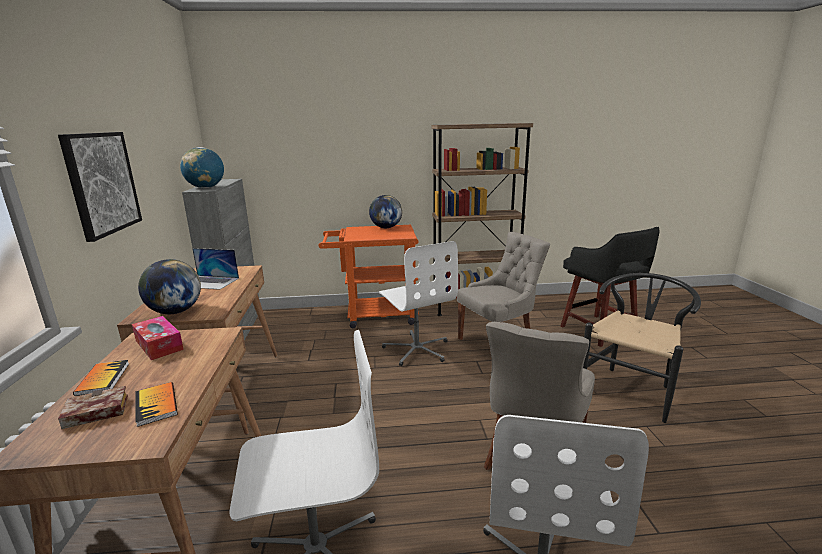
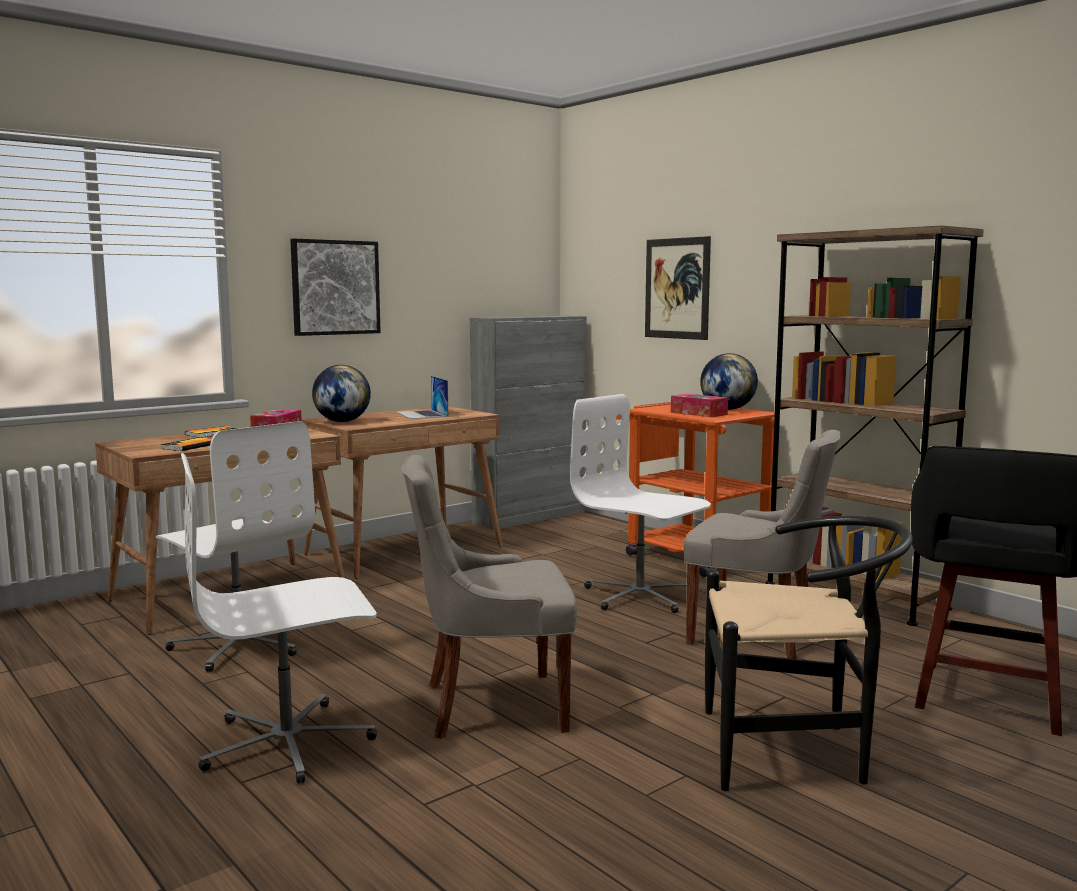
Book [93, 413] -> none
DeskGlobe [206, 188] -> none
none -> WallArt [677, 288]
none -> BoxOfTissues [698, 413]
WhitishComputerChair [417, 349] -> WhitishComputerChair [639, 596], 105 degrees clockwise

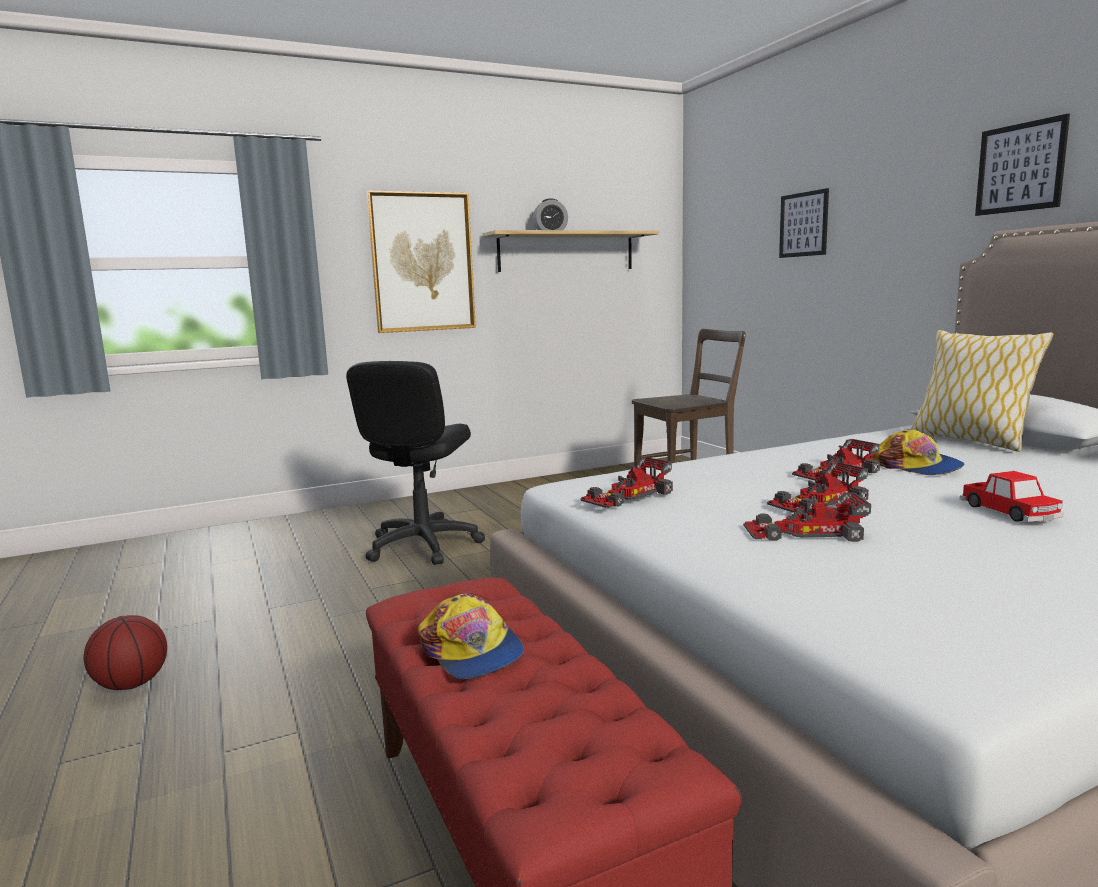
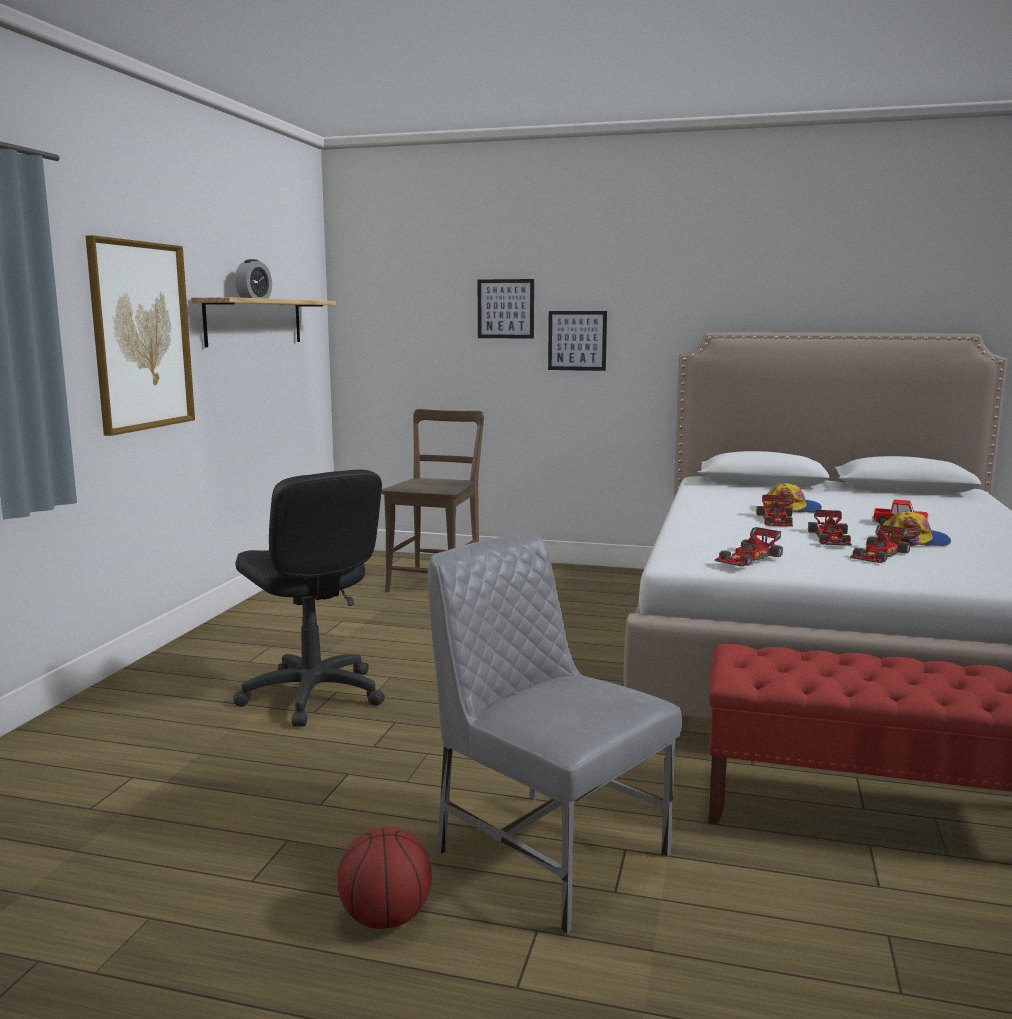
Pillow [970, 441] -> none
none -> GreyChair [547, 852]
PeakedCap [471, 651] -> PeakedCap [914, 540], shifted
WallArt [1020, 167] -> WallArt [577, 340], shifted
ToyCar [627, 495] -> ToyCar [748, 557], 45 degrees clockwise

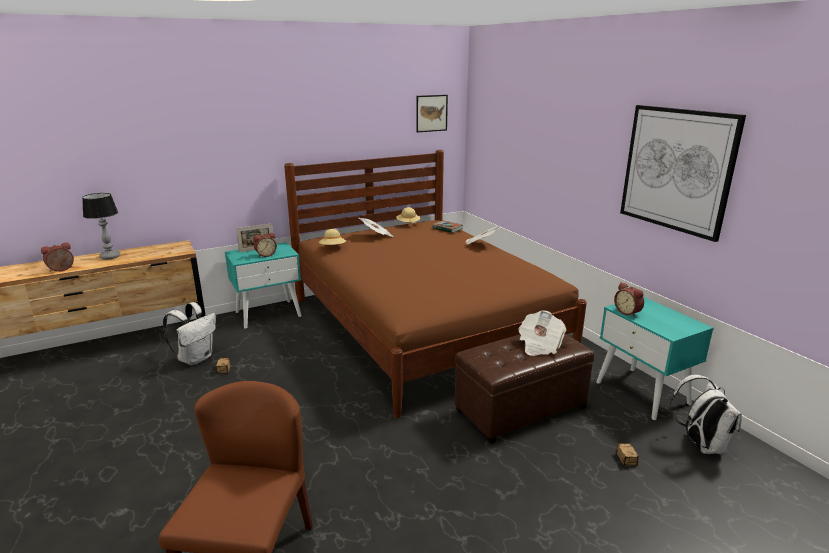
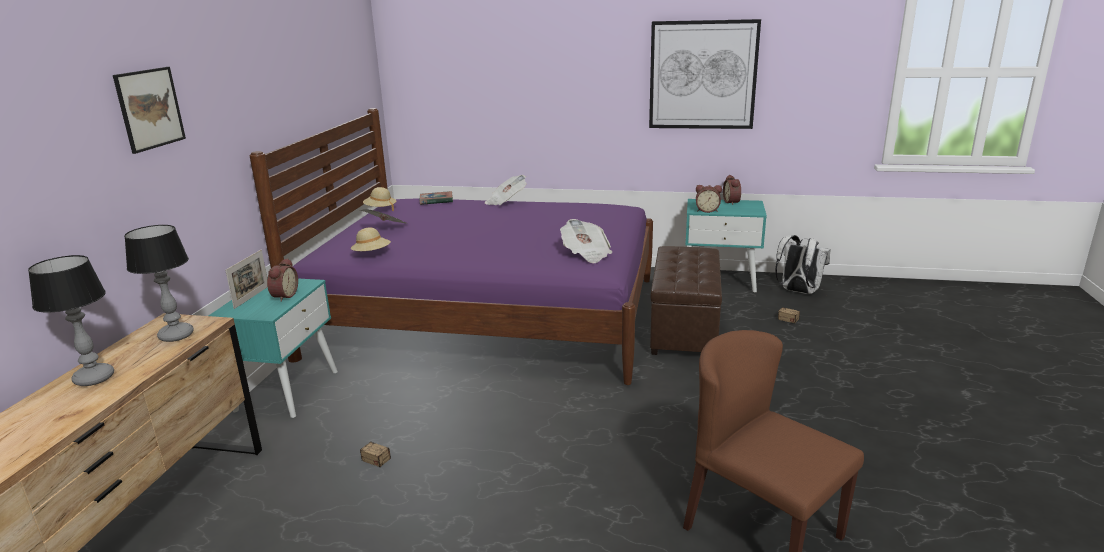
WhitishRucksack [196, 358] -> none
none -> TabletopLamp [175, 336]
AlarmClock [61, 270] -> AlarmClock [732, 202], shifted
WallArt [431, 113] -> WallArt [150, 109], shifted
PrintedPaper [539, 345] -> PrintedPaper [586, 254], shifted
BrownBedroomBed [422, 327] -> PurpleBedroomBed [488, 317]

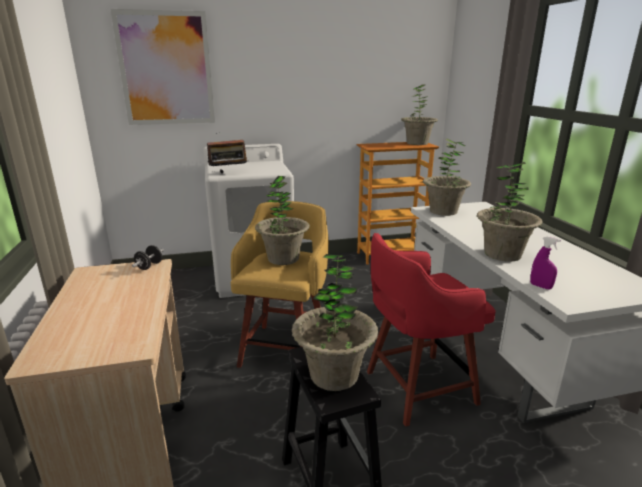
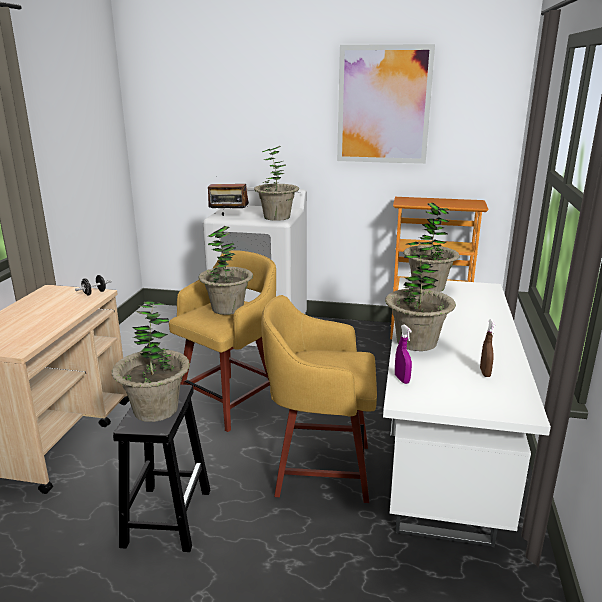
none -> BrownSprayer [485, 373]
WallArt [166, 69] -> WallArt [383, 105], shifted
PlantInAPot [417, 143] -> PlantInAPot [277, 217], shifted
RedStoolSeat [416, 388] -> YellowColouredStoolSeat [319, 469]

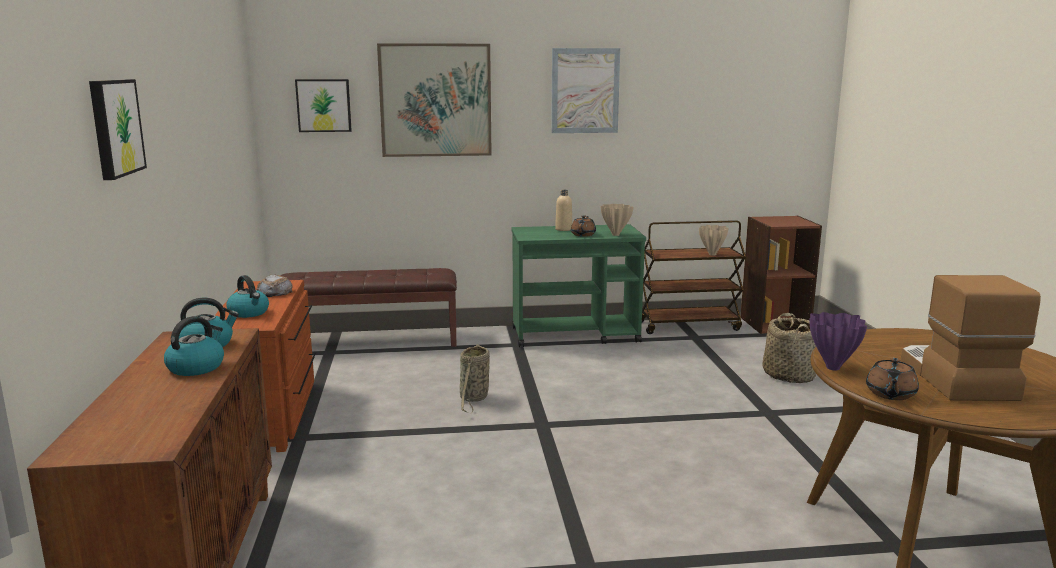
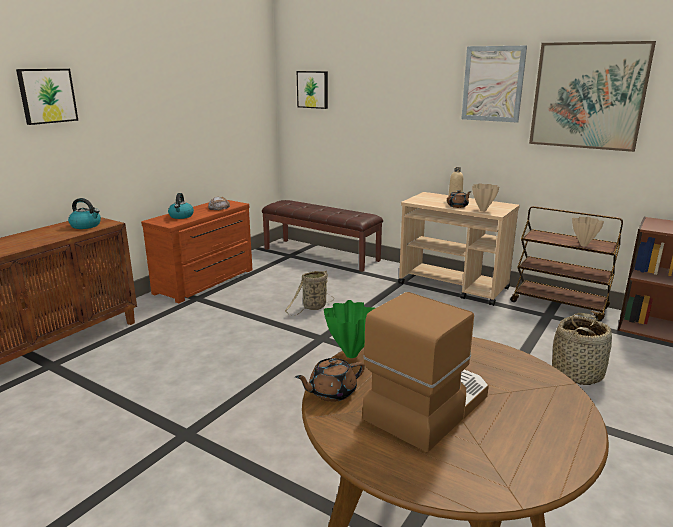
WaterKettle [196, 367] -> none
WallArt [435, 100] -> WallArt [588, 96], shifted
GreenishCart [576, 335] -> BeigeColouredCart [454, 286]
PurpleDecorativeVase [832, 368] -> GreenishDecorativeVase [350, 355]

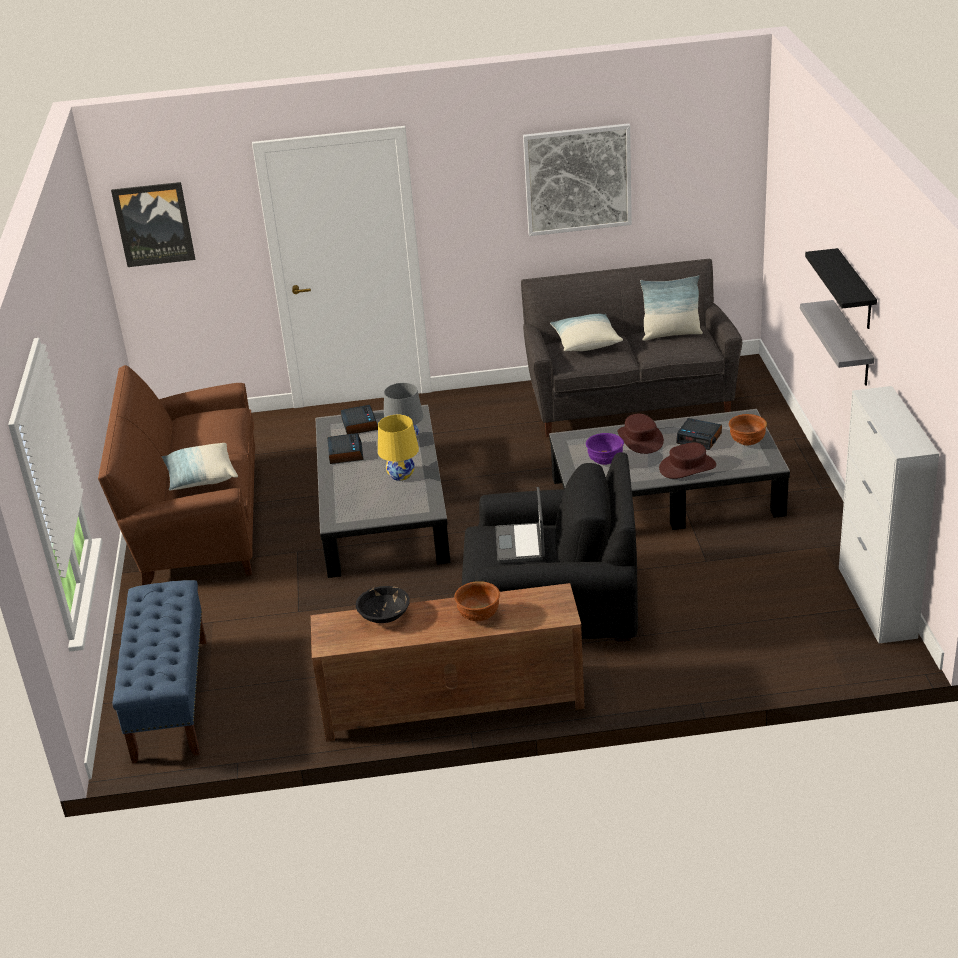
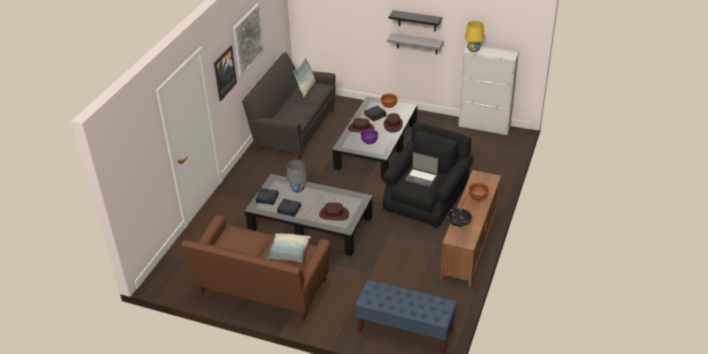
Pillow [585, 342] -> none
none -> BrownWearableHat [334, 214]
WallArt [154, 224] -> WallArt [224, 73], shifted
YellowColouredTabletopLamp [401, 474] -> YellowColouredTabletopLamp [473, 49], shifted

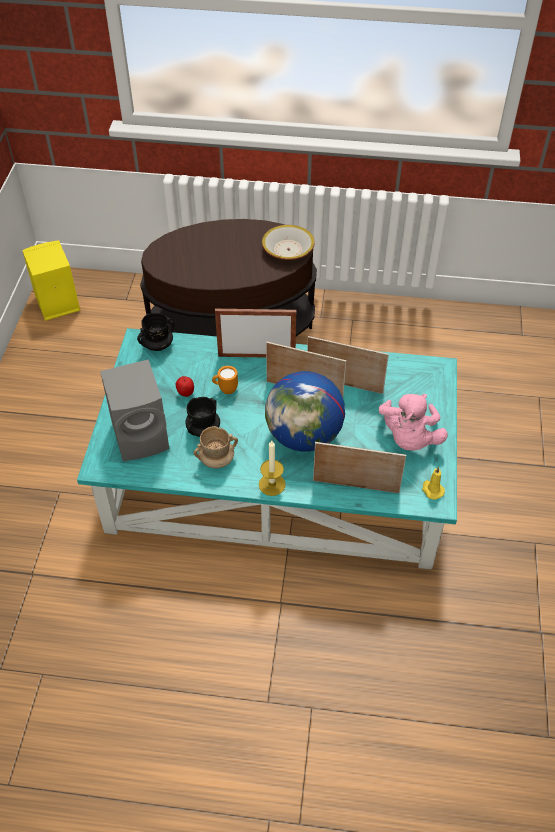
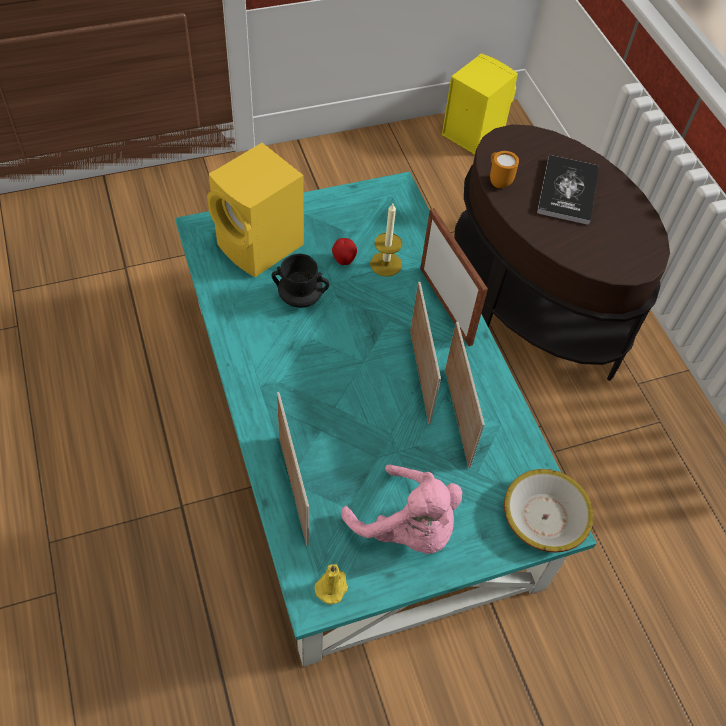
BlackishMug [158, 345] -> none
BeigeColouredMug [217, 460] -> none
DeskGlobe [304, 436] -> none
none -> Book [567, 191]
OrangeyMug [225, 389] -> OrangeyMug [498, 181], shifted
WaxLight [272, 484] -> WaxLight [386, 264], shifted
DeepDish [288, 250] -> DeepDish [544, 517], shifted
GreyLoudspeaker [142, 436] -> YellowColouredLoudspeaker [261, 247]
PinkishSoftToy [409, 438] -> PinkishSoftToy [407, 527], 120 degrees counterclockwise

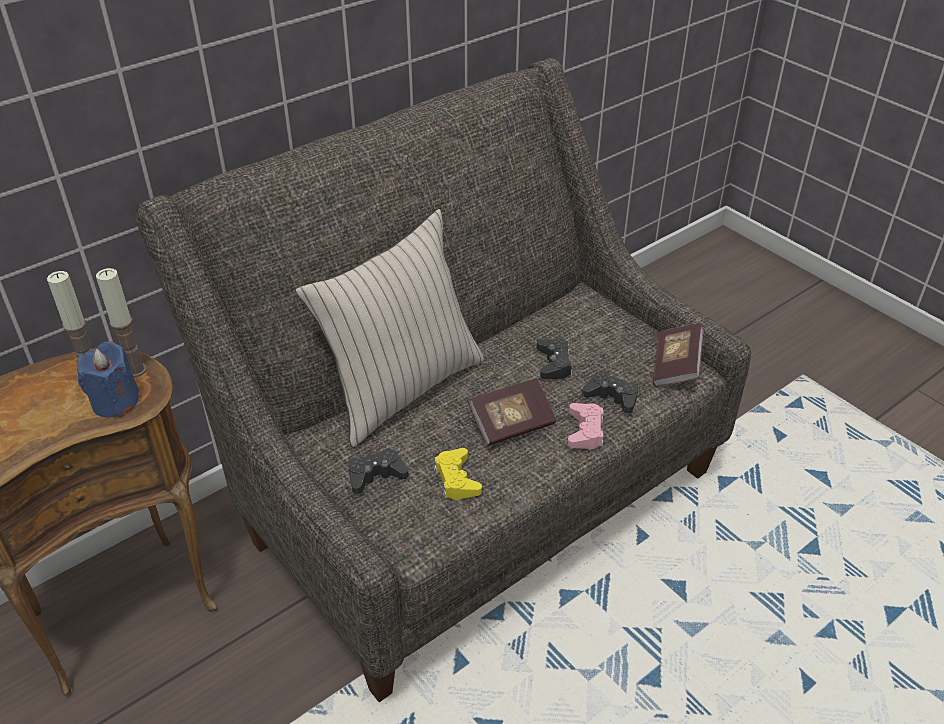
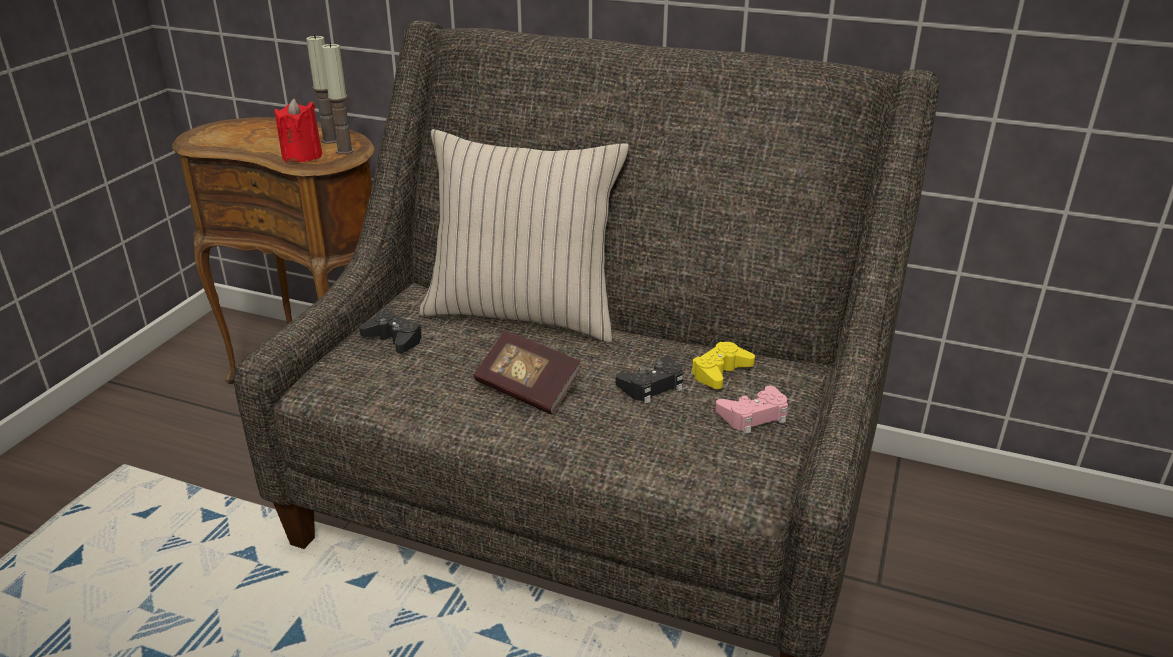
BlackishGamepad [611, 397] -> none
Book [675, 367] -> none
YellowColouredGamepad [456, 479] -> YellowColouredGamepad [720, 372], shifted
PinkishGamepad [585, 431] -> PinkishGamepad [754, 416], shifted
BlueColouredWaxLight [115, 402] -> RedWaxLight [302, 156]

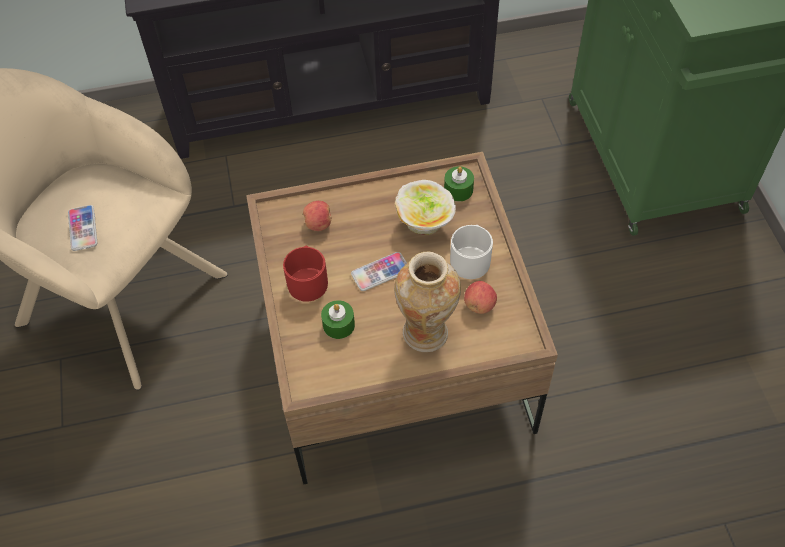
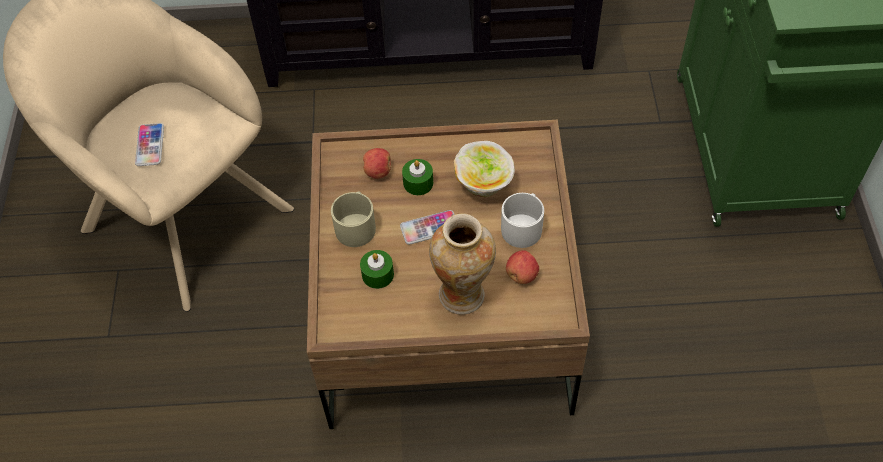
GreenishWaxLight [458, 190] -> GreenishWaxLight [418, 183], shifted
RedMug [308, 279] -> BeigeColouredMug [356, 225]

